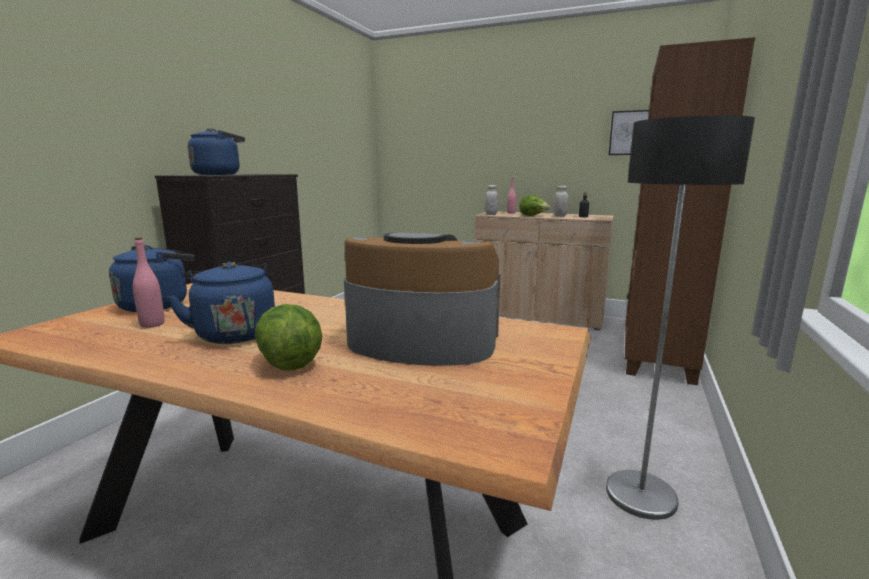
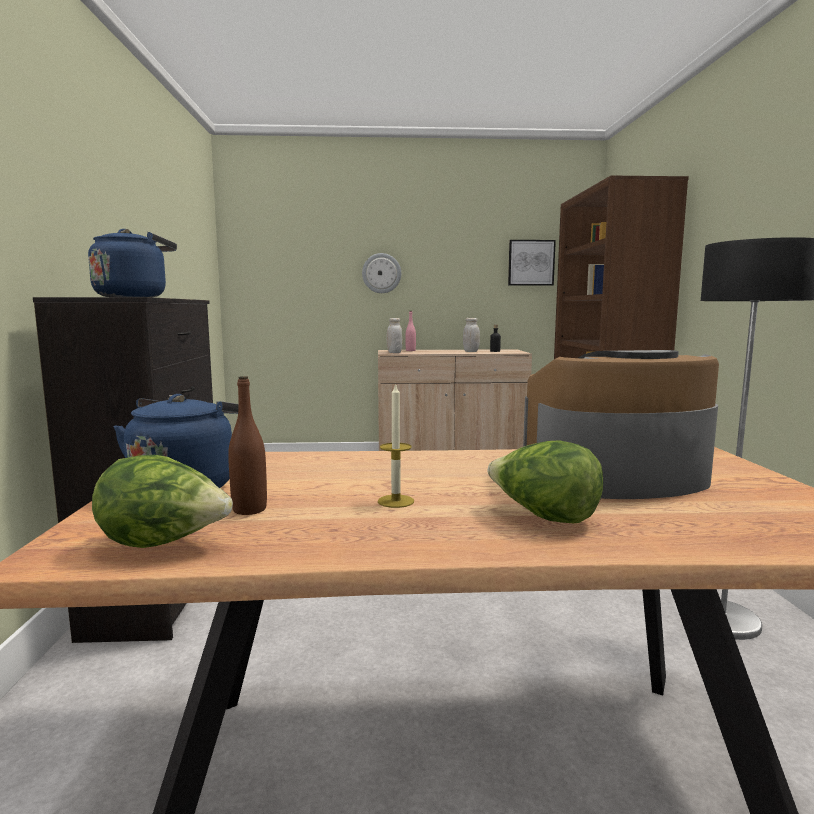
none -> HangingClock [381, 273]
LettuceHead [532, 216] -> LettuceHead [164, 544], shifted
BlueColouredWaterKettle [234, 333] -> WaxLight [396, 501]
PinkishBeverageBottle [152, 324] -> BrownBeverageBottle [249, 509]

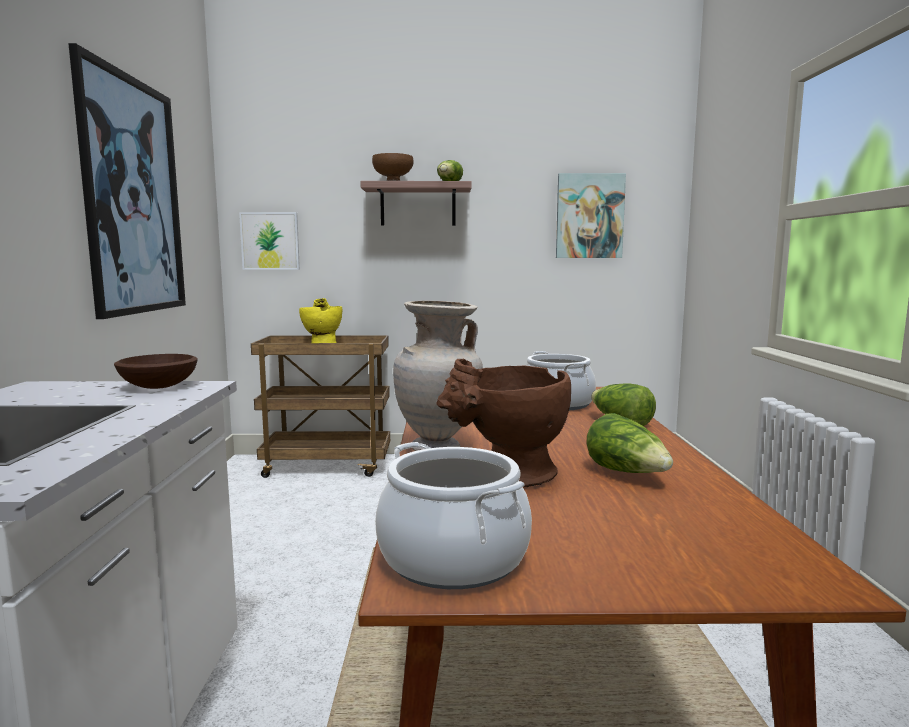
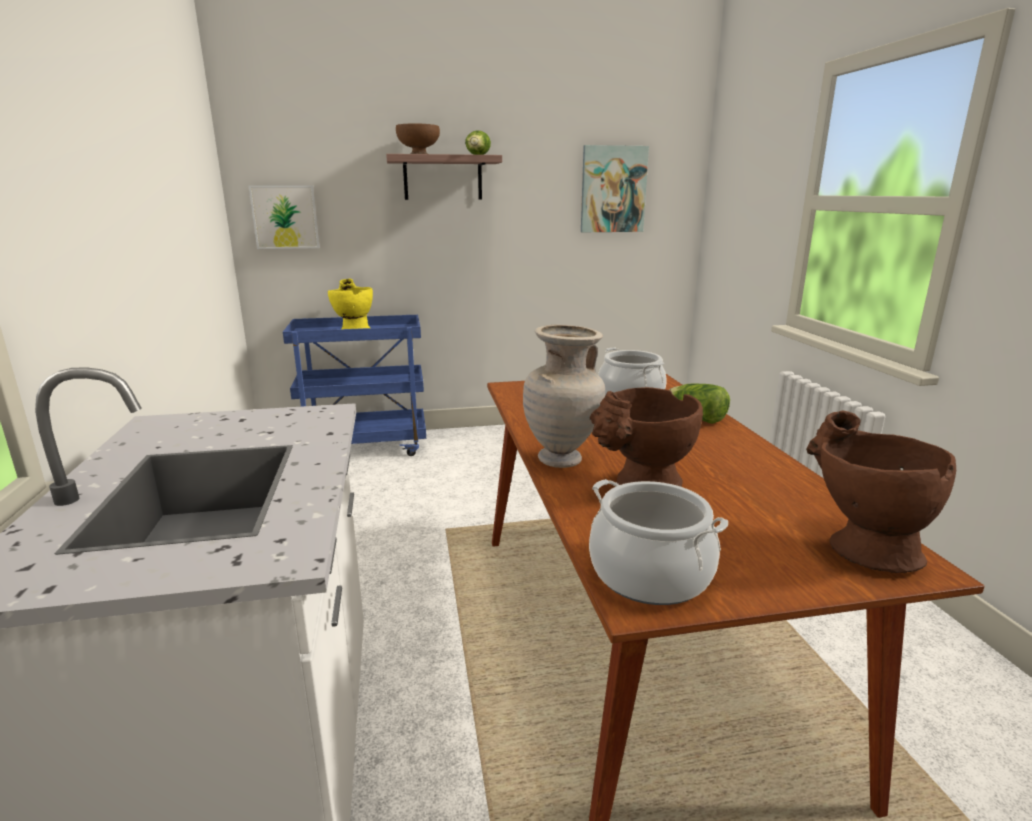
WallArt [133, 196] -> none
BrownDeepDish [160, 386] -> none
LettuceHead [627, 473] -> none
none -> BrownDecorativeVase [858, 547]
BrownCart [328, 466] -> BlueColouredCart [366, 447]

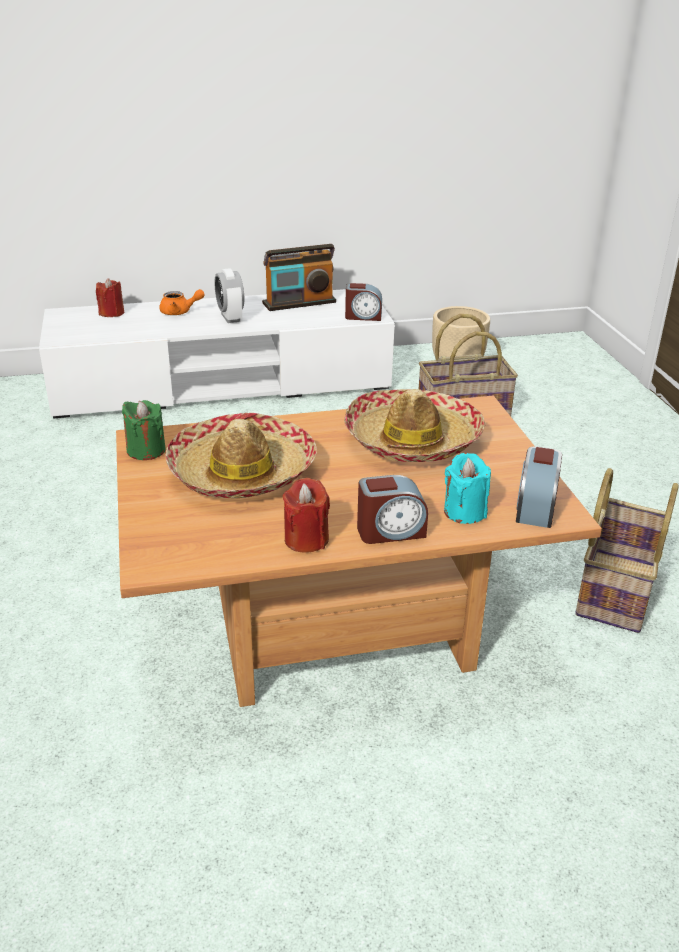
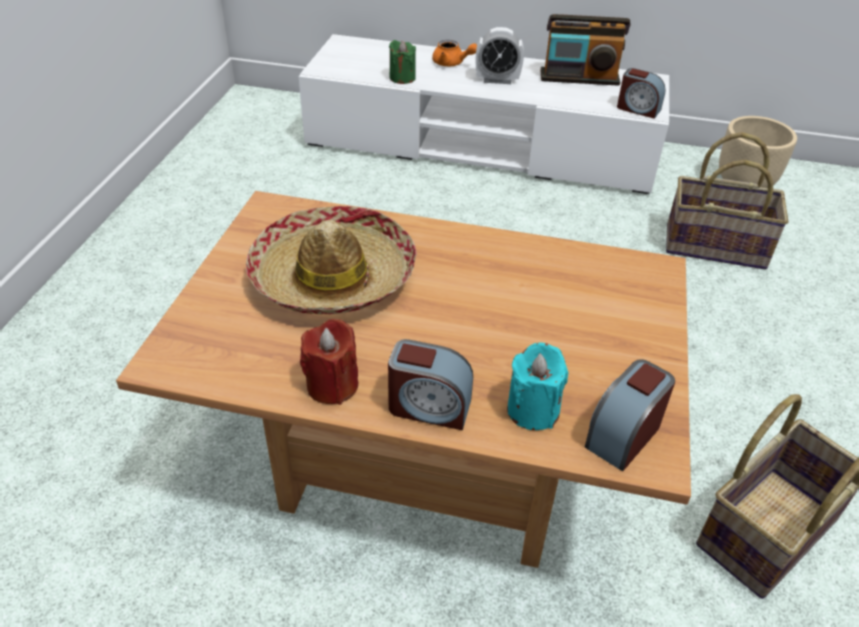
RedWaxLight [112, 313] -> none
WearableHat [412, 440] -> none
GreenishWaxLight [146, 450] -> GreenishWaxLight [402, 78], shifted
AlarmClock [230, 317] -> AlarmClock [497, 80], 90 degrees counterclockwise

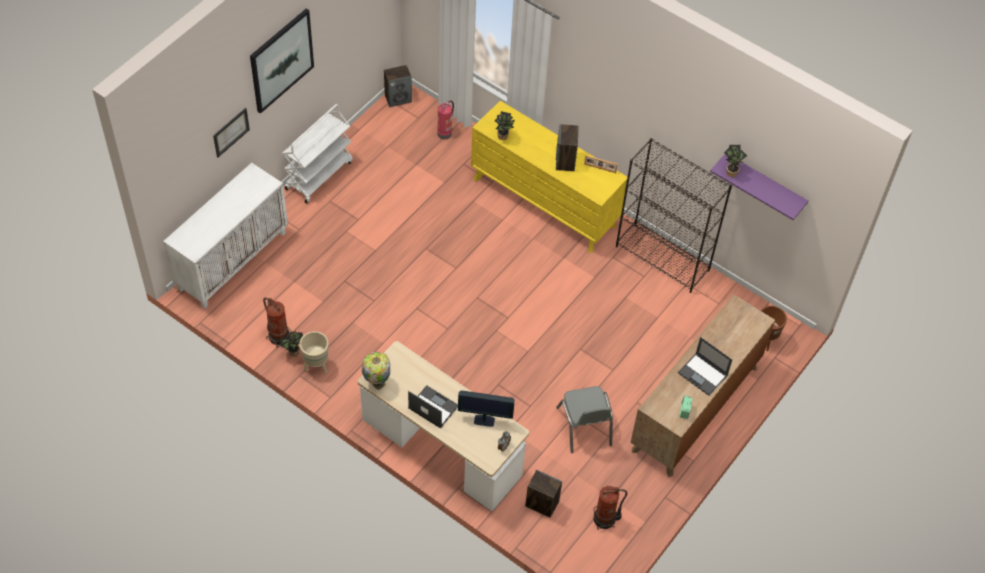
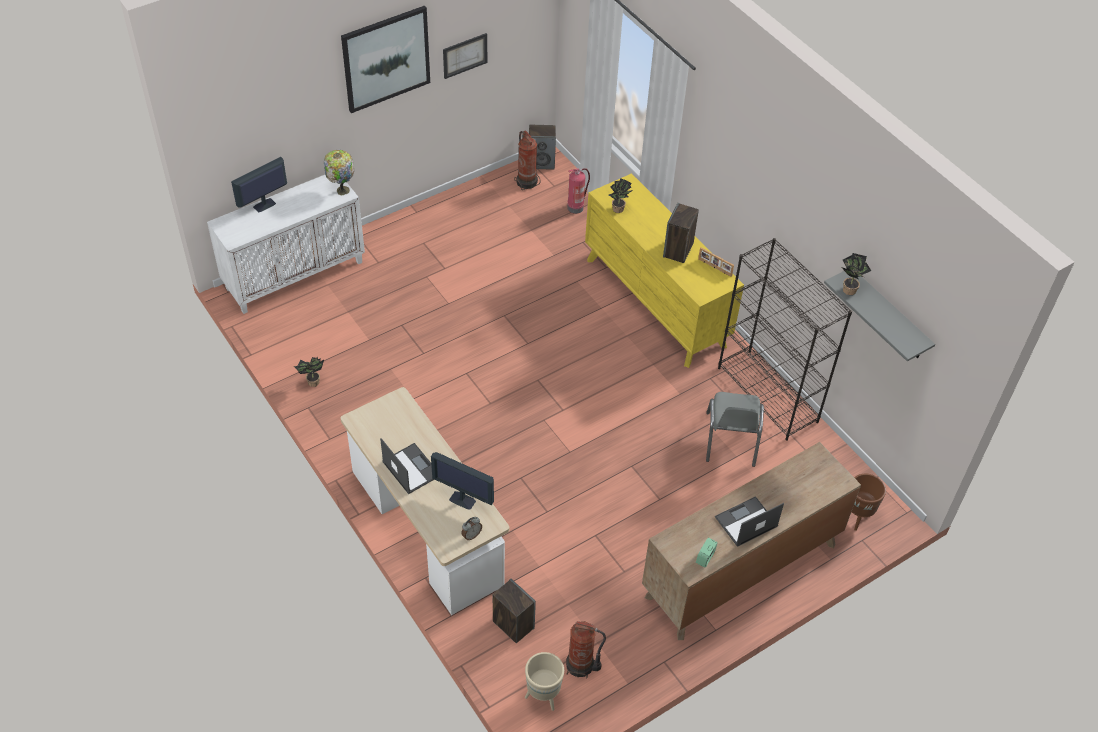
WhitishCart [319, 174] -> none
none -> ComputerScreen [264, 205]
WallArt [231, 132] -> WallArt [465, 55], shifted
FireExtinguisher [278, 335] -> FireExtinguisher [526, 181], shifted
BeigeColouredPlanter [316, 366] -> BeigeColouredPlanter [542, 695], shifted
TabletopLamp [377, 383] -> TabletopLamp [342, 190], shifted
GreyChair [584, 426] -> GreyChair [730, 439], shifted
PurpleWallShelf [764, 184] -> GreyWallShelf [888, 315]
Laptop [703, 374] -> Laptop [745, 522], 90 degrees clockwise

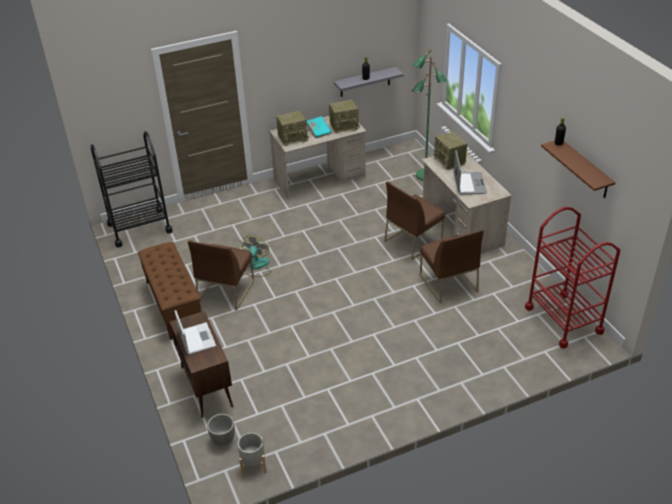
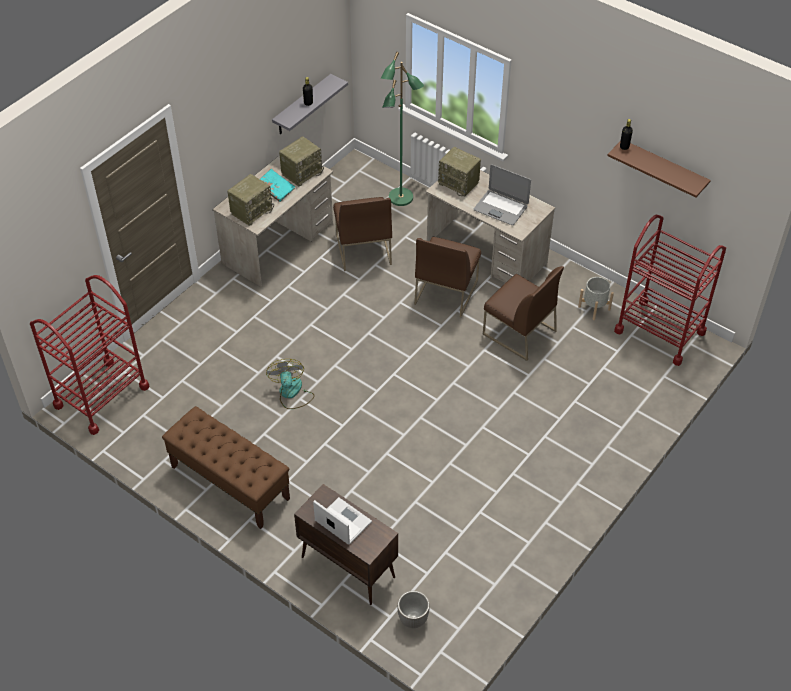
BrownChair [226, 291] -> BrownChair [363, 249], shifted
GreyPlanter [253, 464] -> GreyPlanter [594, 308], shifted
BlackishCart [139, 228] -> RedCart [101, 396]
Laptop [469, 184] -> Laptop [501, 208], 150 degrees clockwise

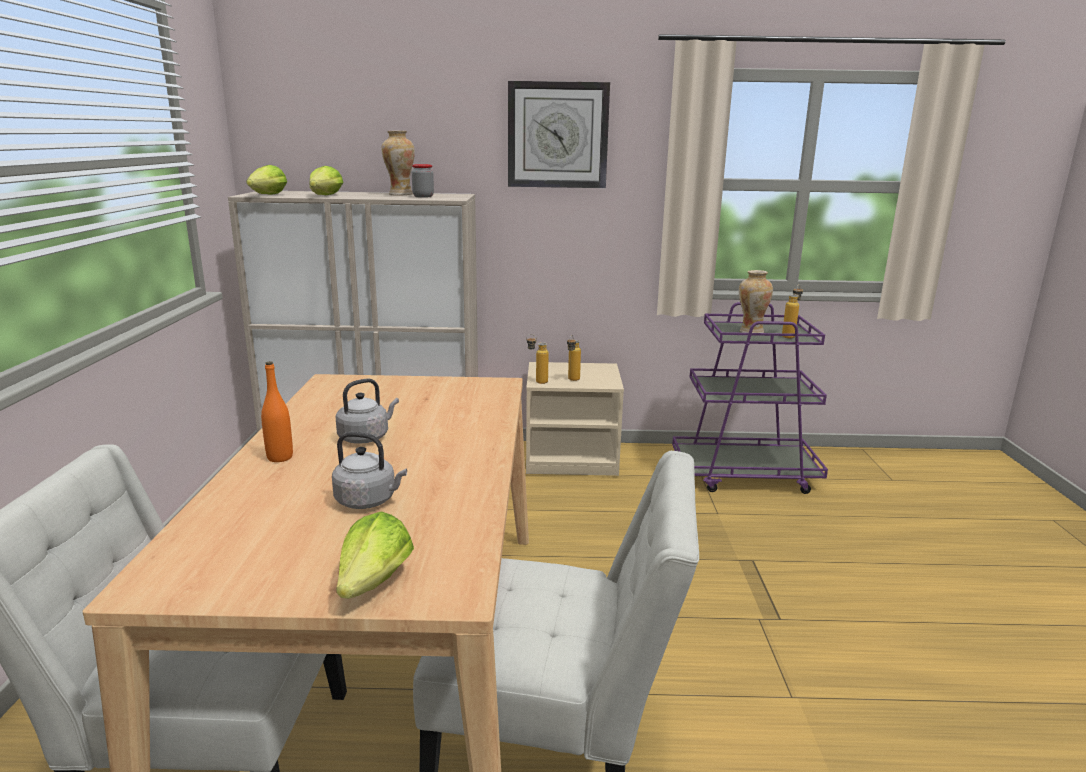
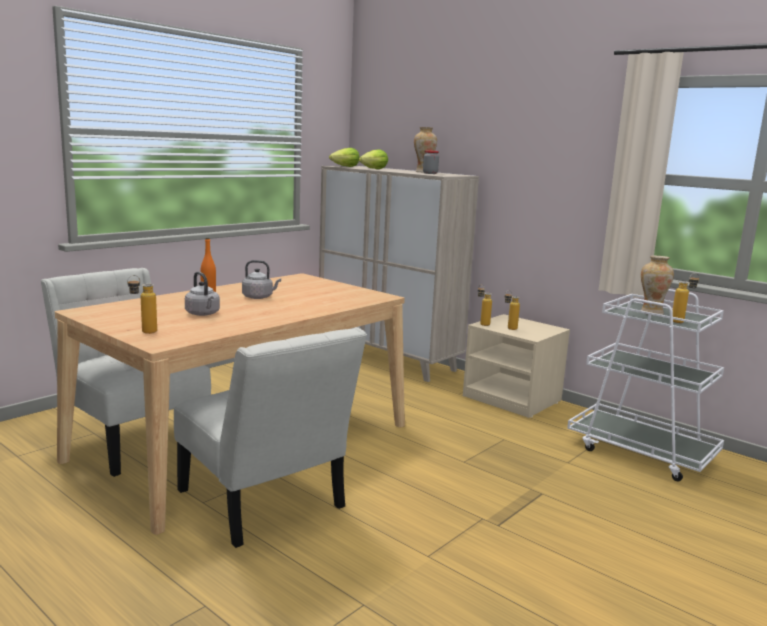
HangingClock [557, 135] -> none
LettuceHead [374, 582] -> BeverageBottle [143, 332]
PurpleCart [744, 474] -> WhitishCart [641, 452]

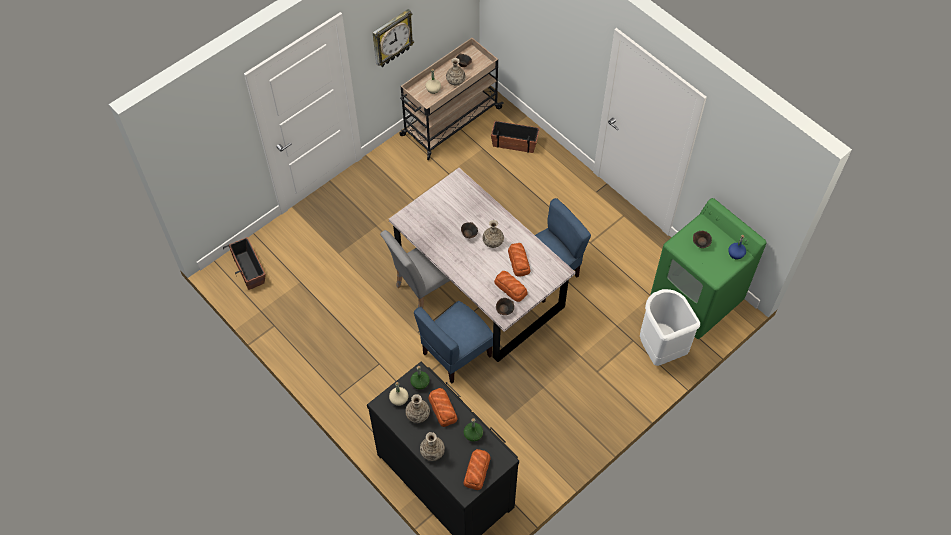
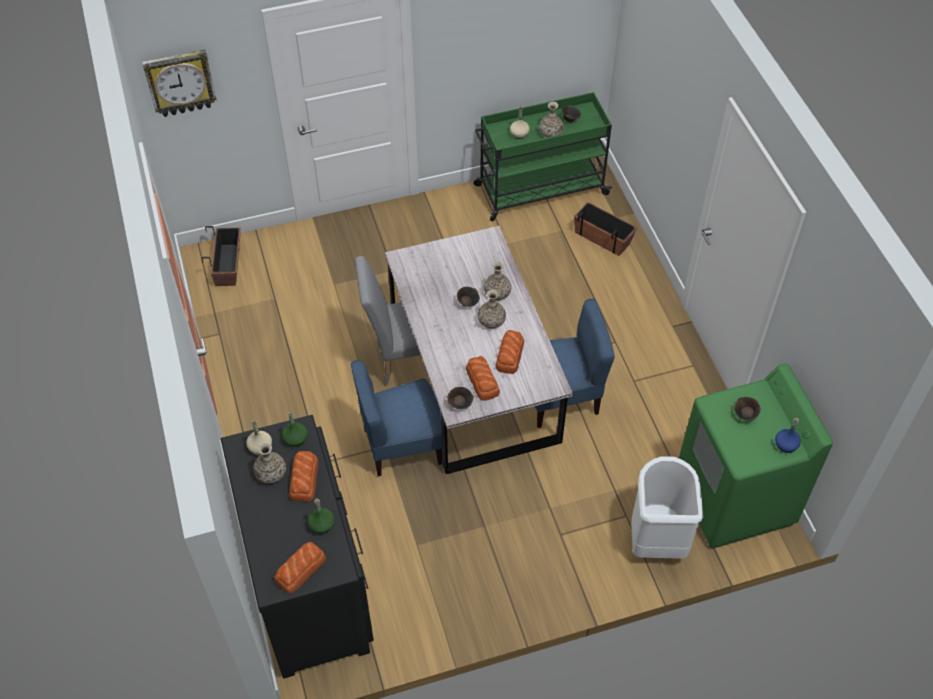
HangingClock [391, 38] -> HangingClock [180, 82], shifted
DecorativeVase [432, 452] -> DecorativeVase [497, 293], shifted
BeigeColouredCart [450, 122] -> GreenishCart [539, 190]

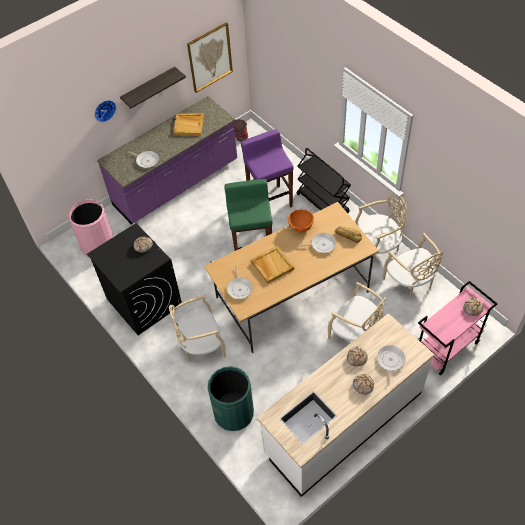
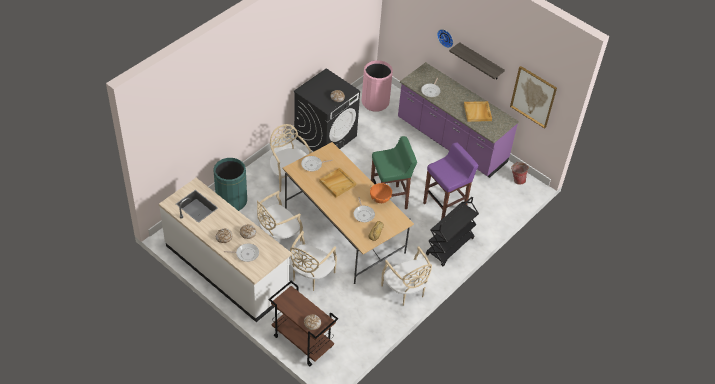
BeigeColouredChair [410, 282] -> BeigeColouredChair [278, 236], shifted
PinkishCart [446, 348] -> BrownCart [301, 342]

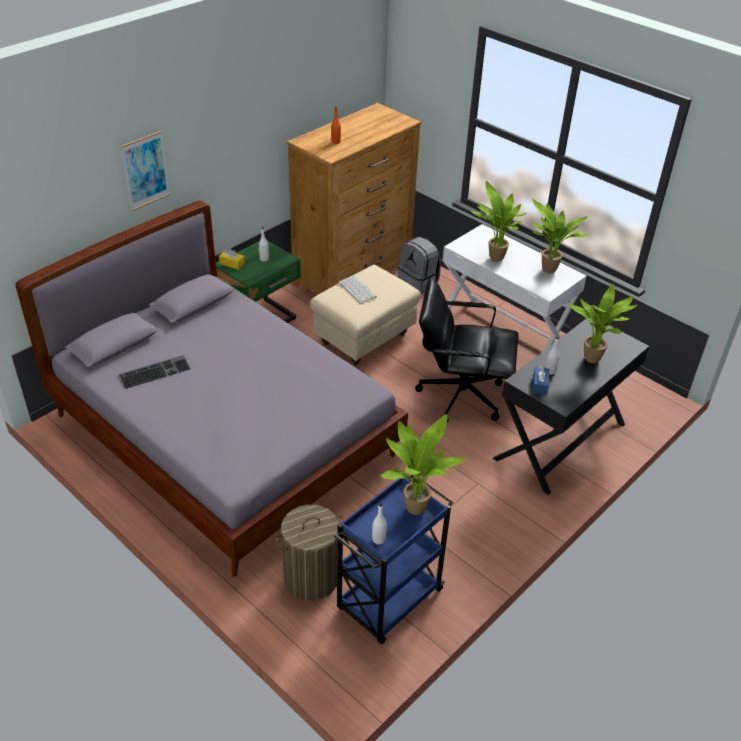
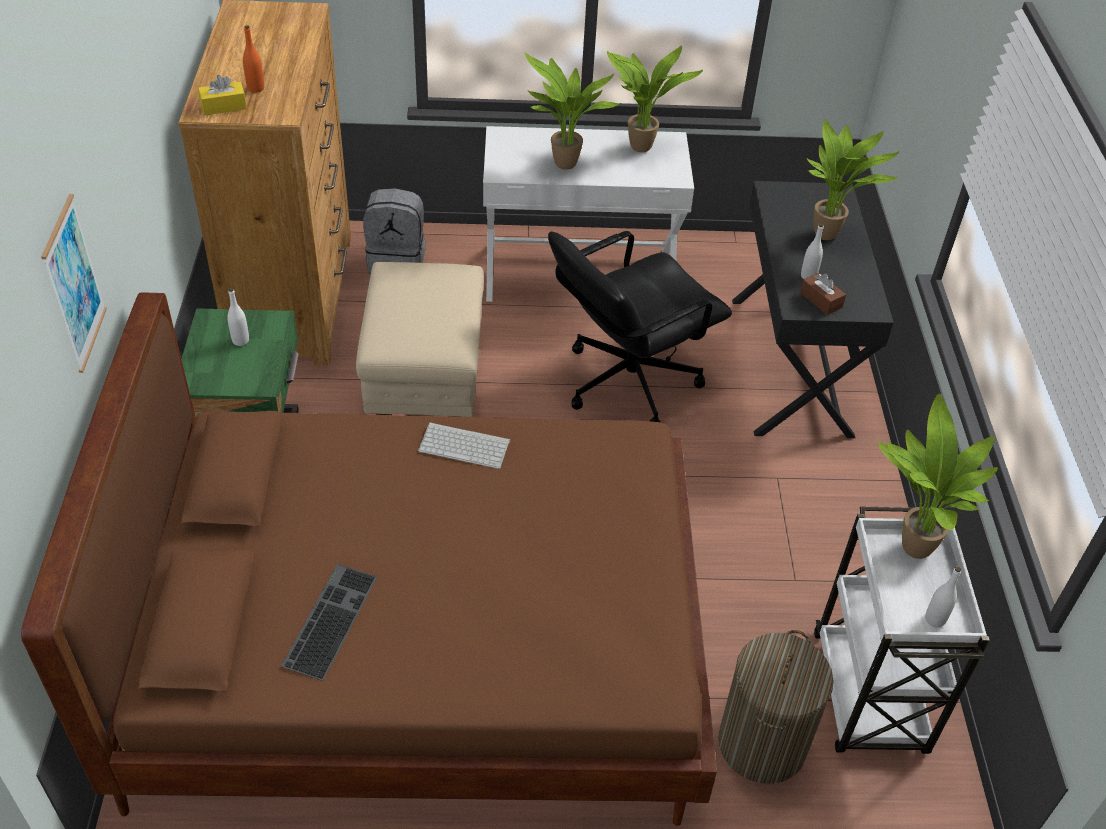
YellowColouredBoxOfTissues [232, 263] -> YellowColouredBoxOfTissues [223, 106], shifted
ComputerKeyboard [358, 290] -> ComputerKeyboard [466, 445], shifted
GreyBedroomBed [225, 437] -> BrownBedroomBed [421, 647]
BlueColouredCart [388, 601] -> WhitishCart [869, 696]
BlueColouredBoxOfTissues [540, 385] -> BrownBoxOfTissues [821, 300]

